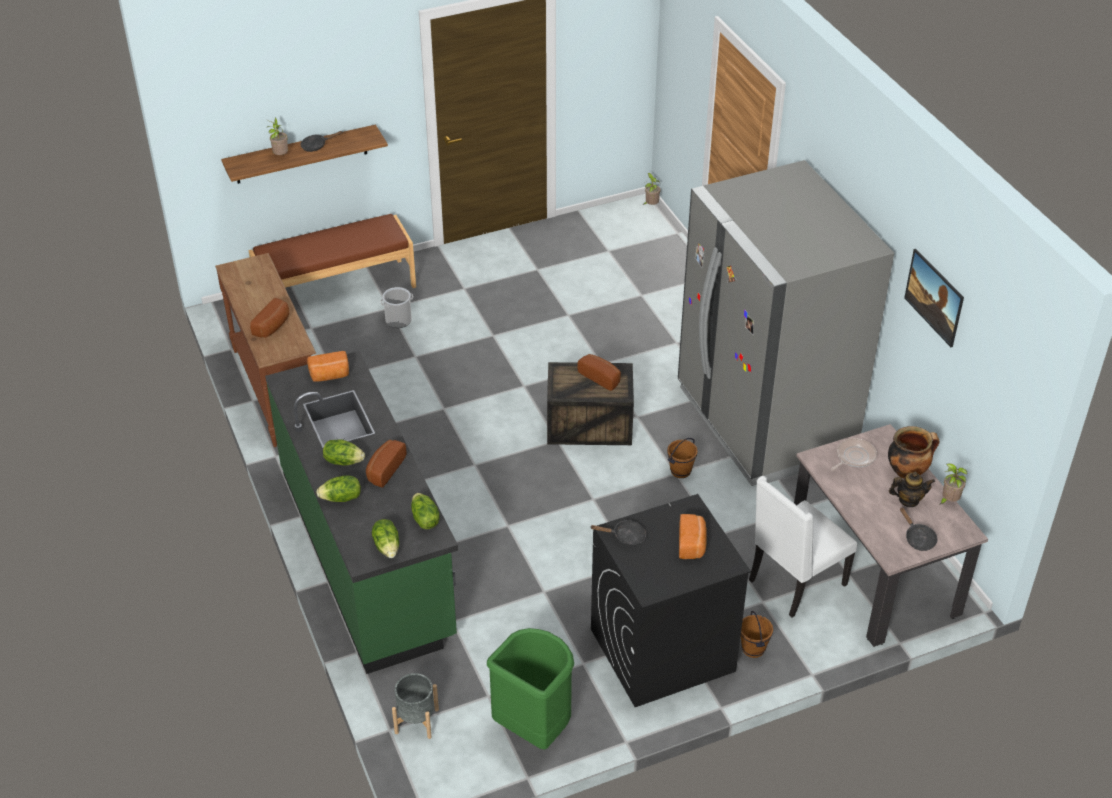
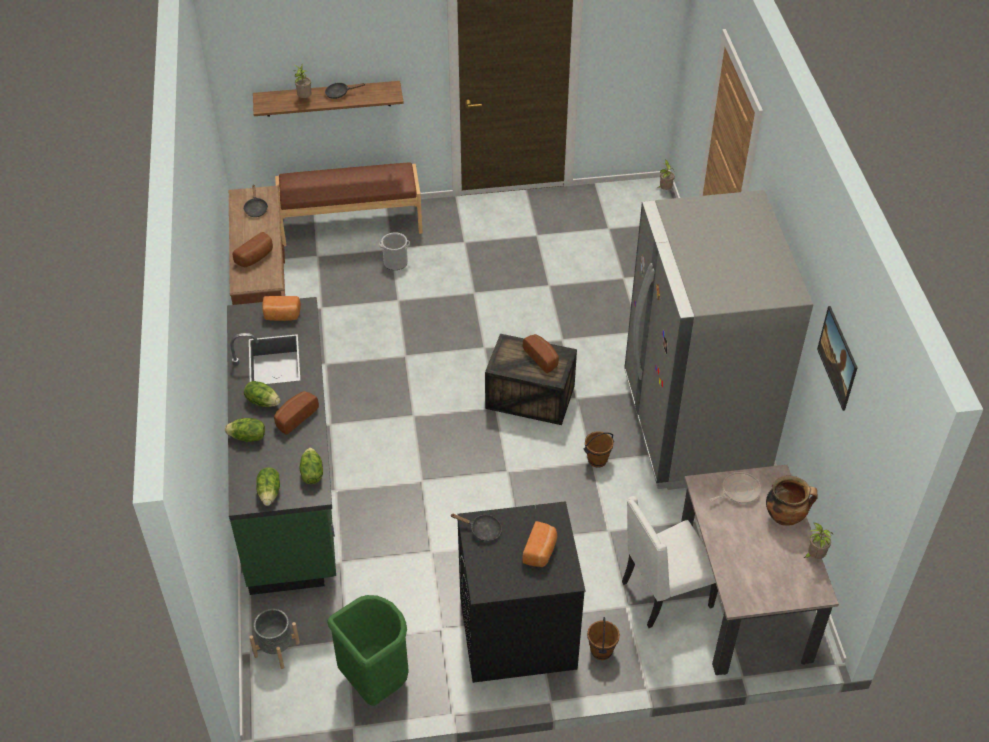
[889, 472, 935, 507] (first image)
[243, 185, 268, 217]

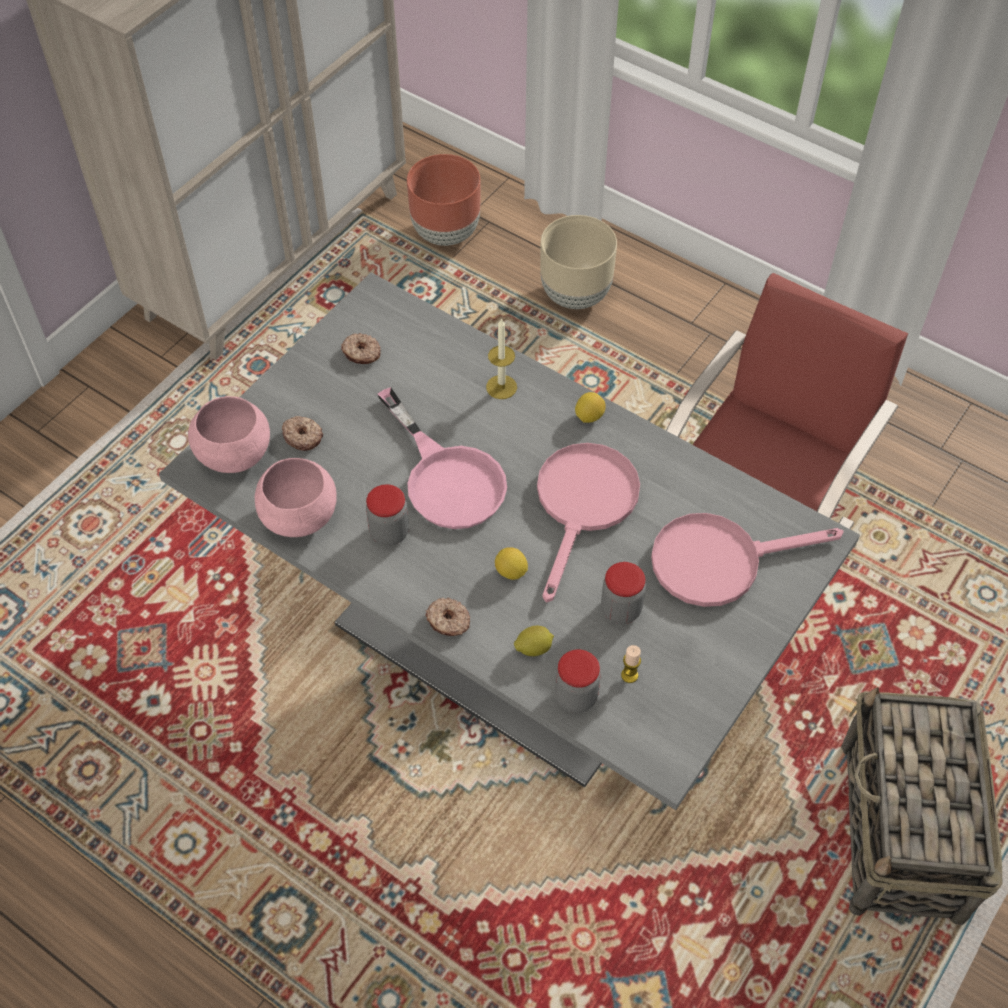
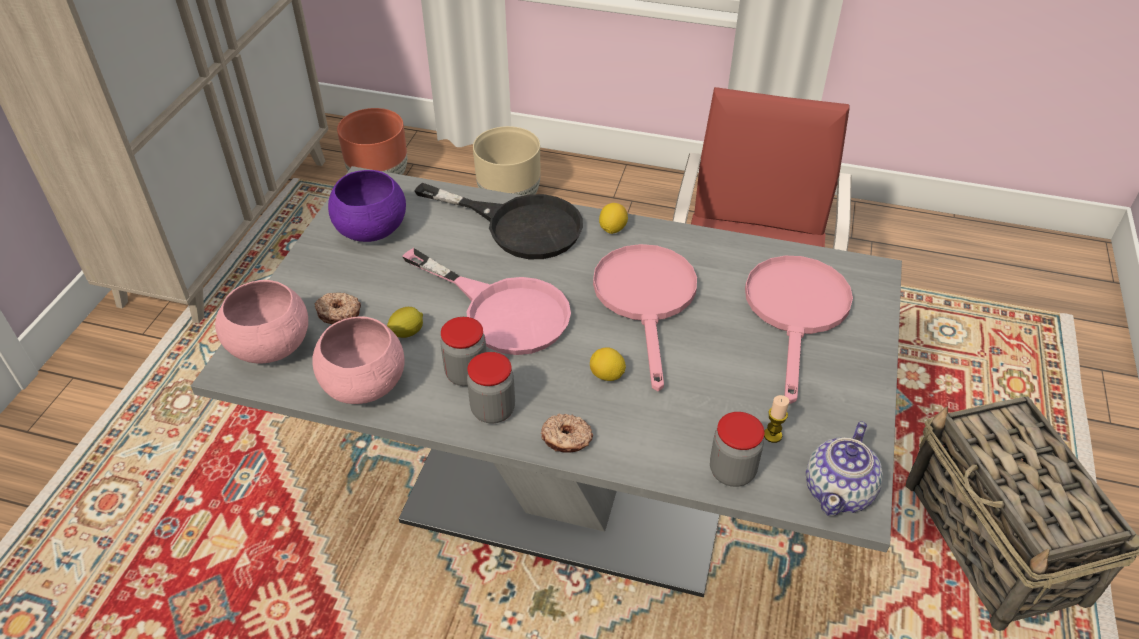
[806, 421, 883, 516]
[387, 307, 423, 338]
[467, 352, 515, 424]
[328, 170, 406, 242]
[414, 183, 583, 259]
[745, 256, 853, 404]

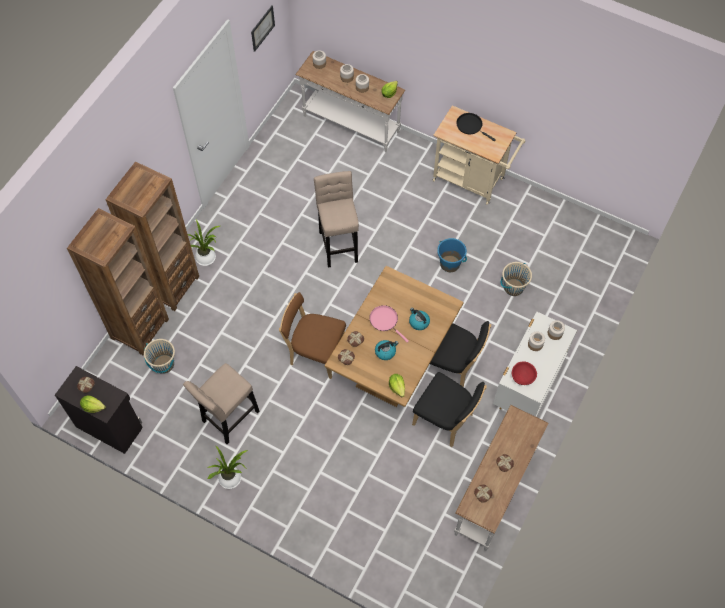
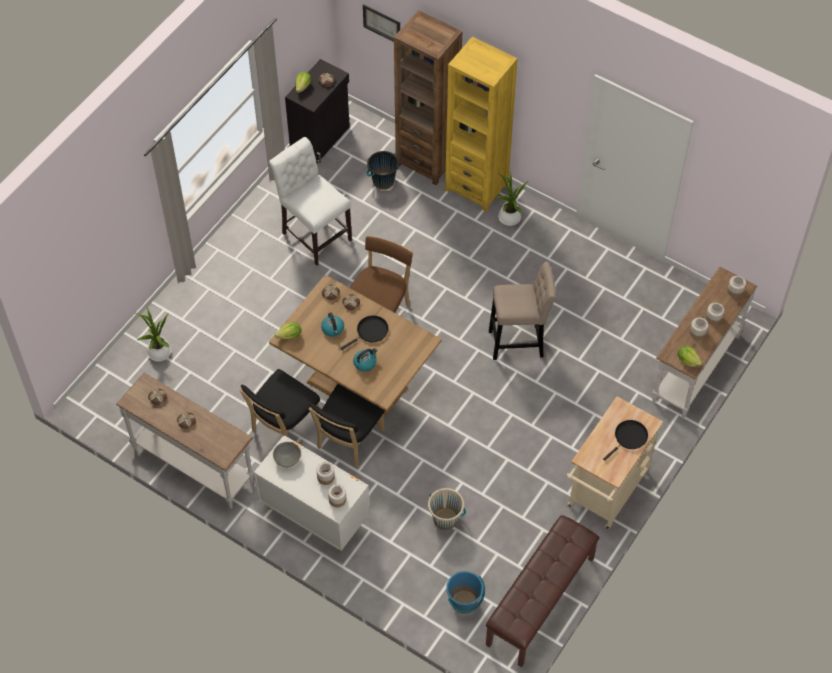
[486, 515, 600, 667]
[134, 307, 171, 361]
[363, 4, 400, 42]
[446, 571, 485, 614]
[269, 137, 352, 266]
[445, 37, 518, 212]
[366, 151, 399, 190]
[341, 315, 389, 350]
[273, 442, 301, 468]

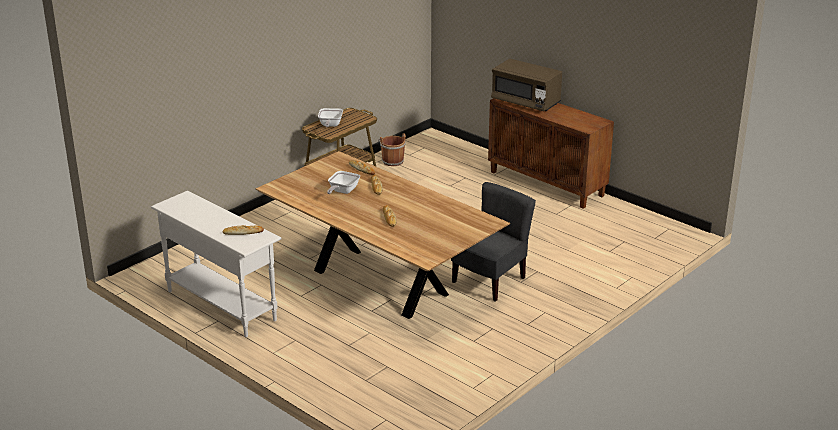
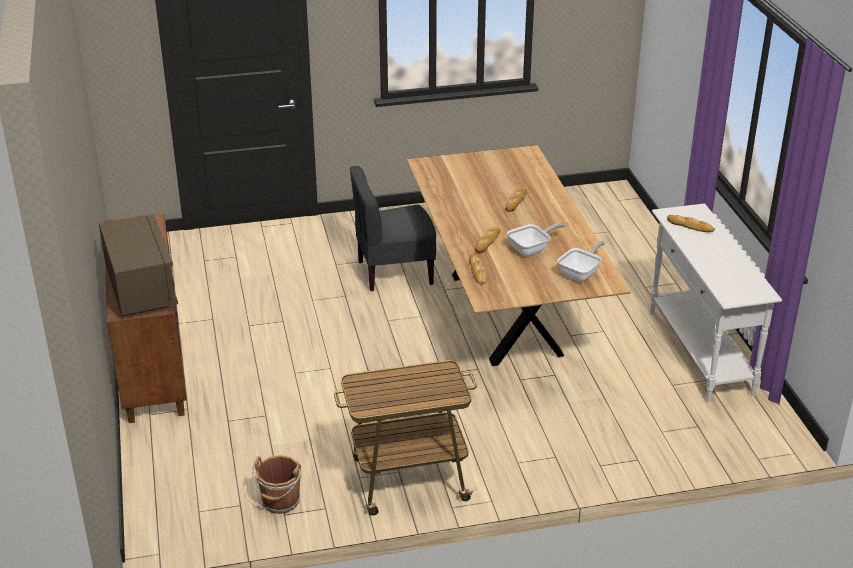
[557, 241, 605, 282]

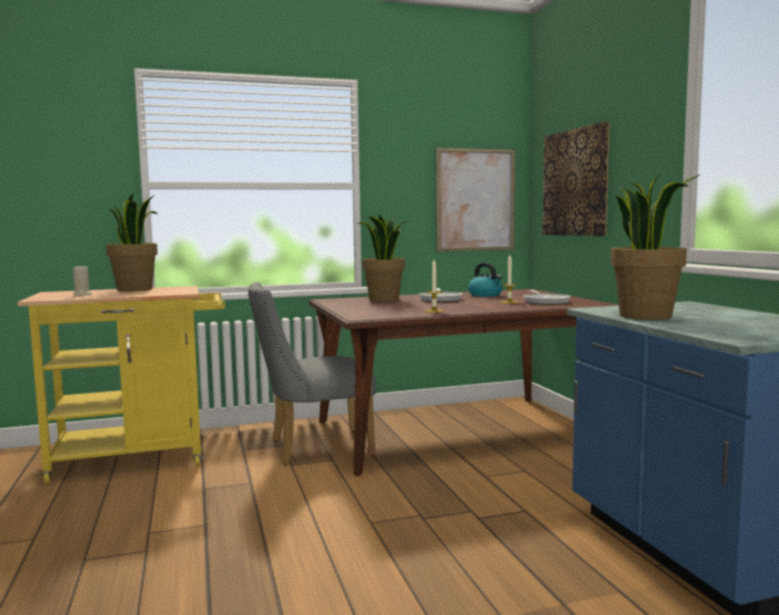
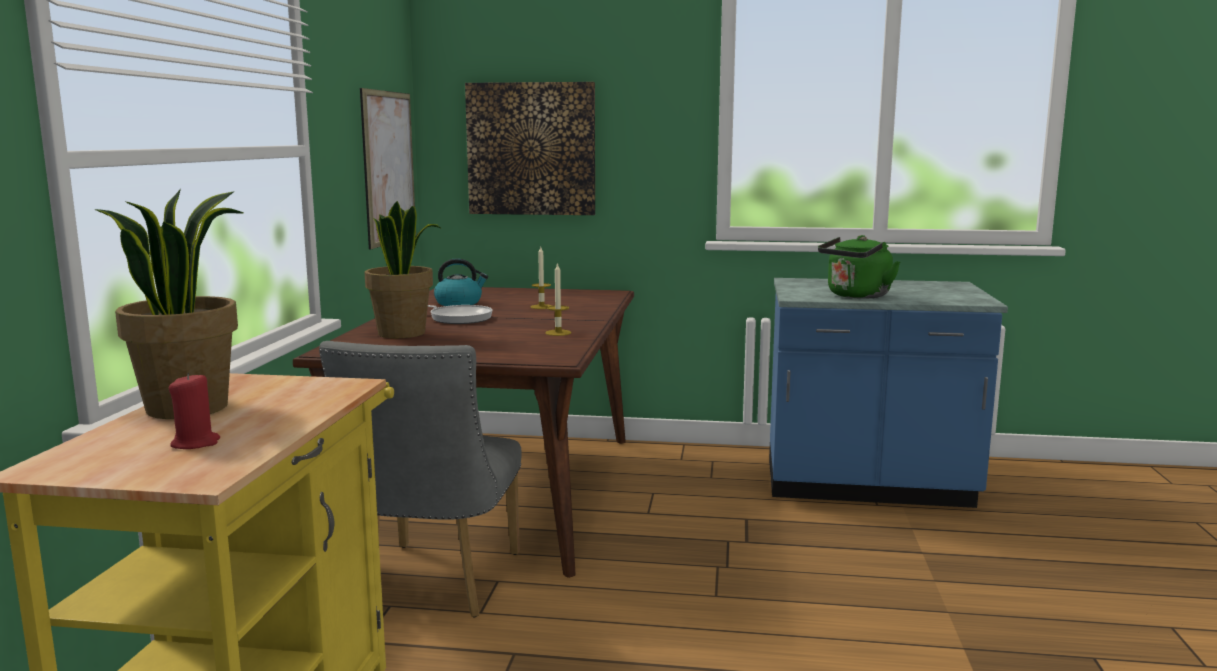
[524, 290, 570, 305] (first image)
[818, 235, 900, 299]
[169, 373, 220, 449]

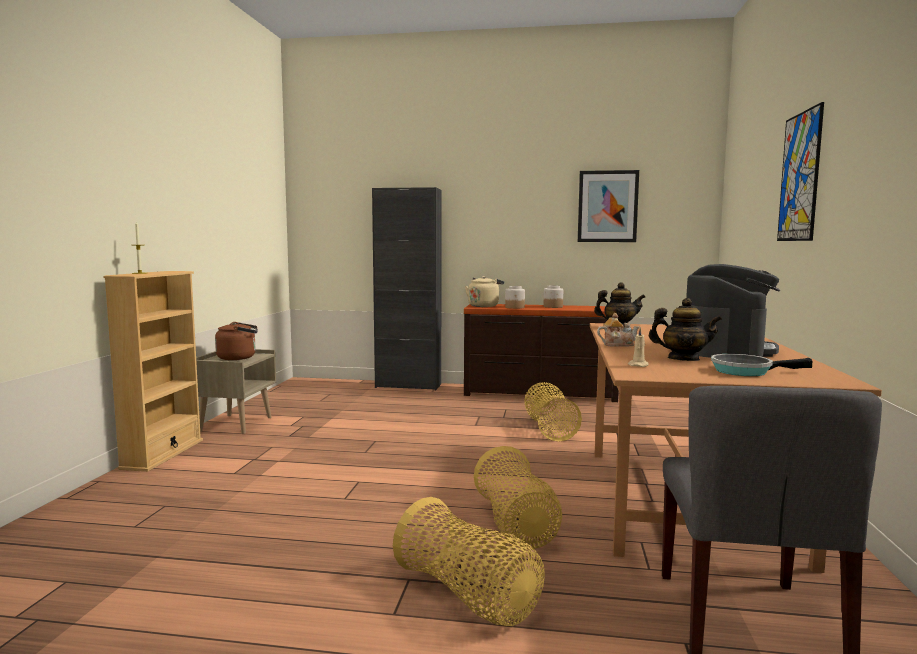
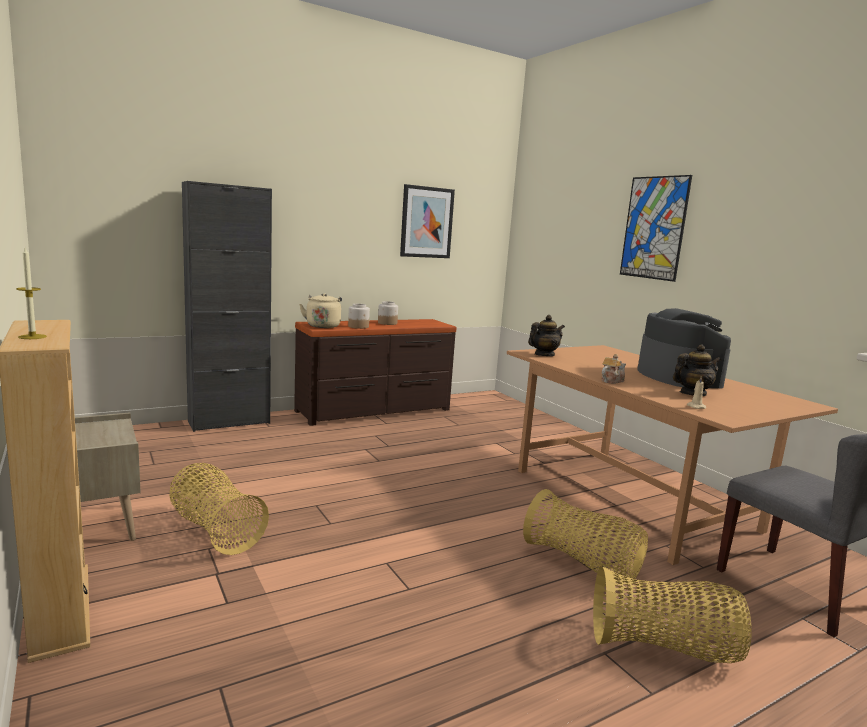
[215, 322, 258, 360] (first image)
[711, 354, 812, 376] (first image)
[169, 463, 269, 555]

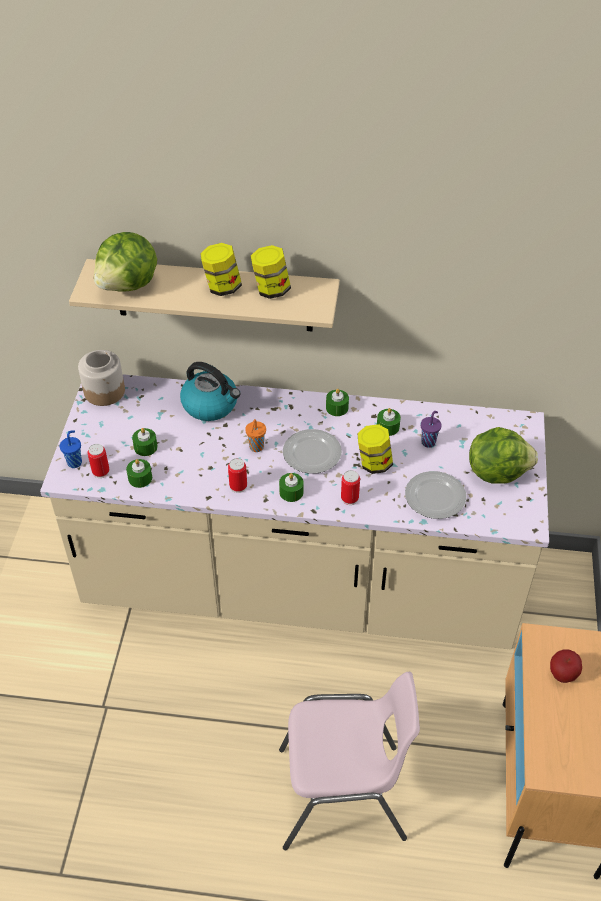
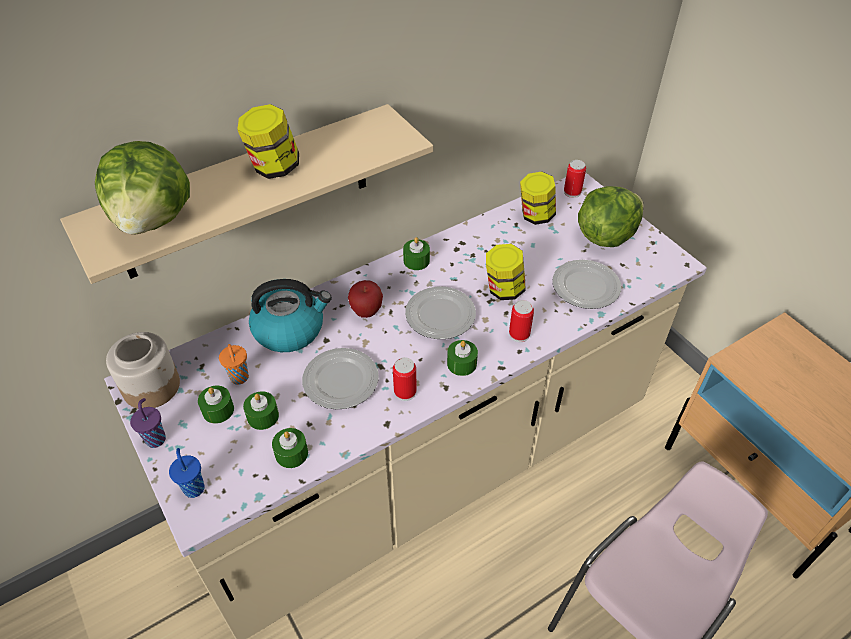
[302, 348, 379, 410]
[564, 160, 586, 198]
[219, 344, 249, 385]
[520, 172, 556, 225]
[198, 386, 234, 424]
[130, 398, 166, 448]
[348, 280, 383, 318]

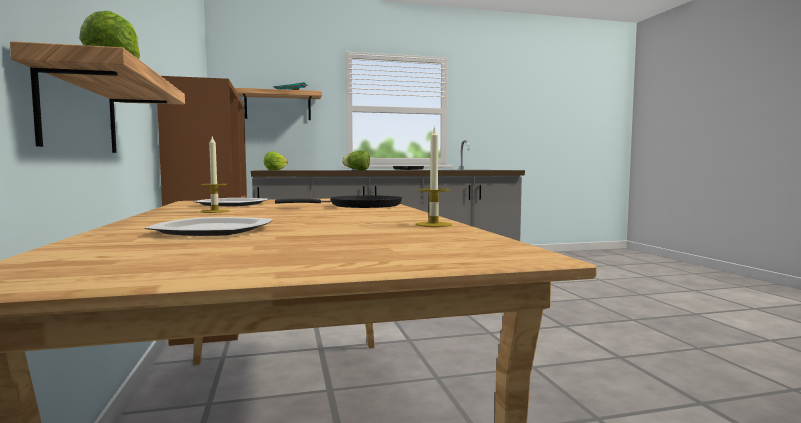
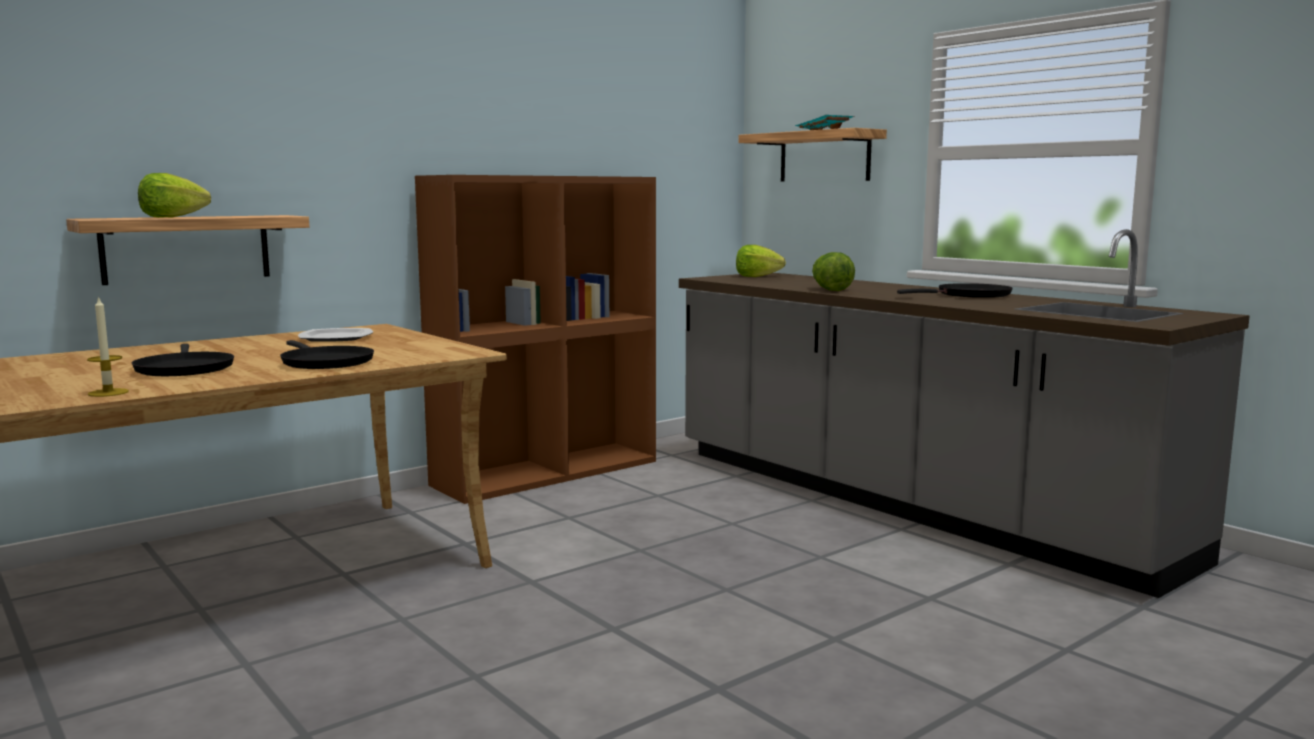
[145, 217, 273, 236] (first image)
[200, 137, 230, 213] (first image)
[132, 344, 234, 376]

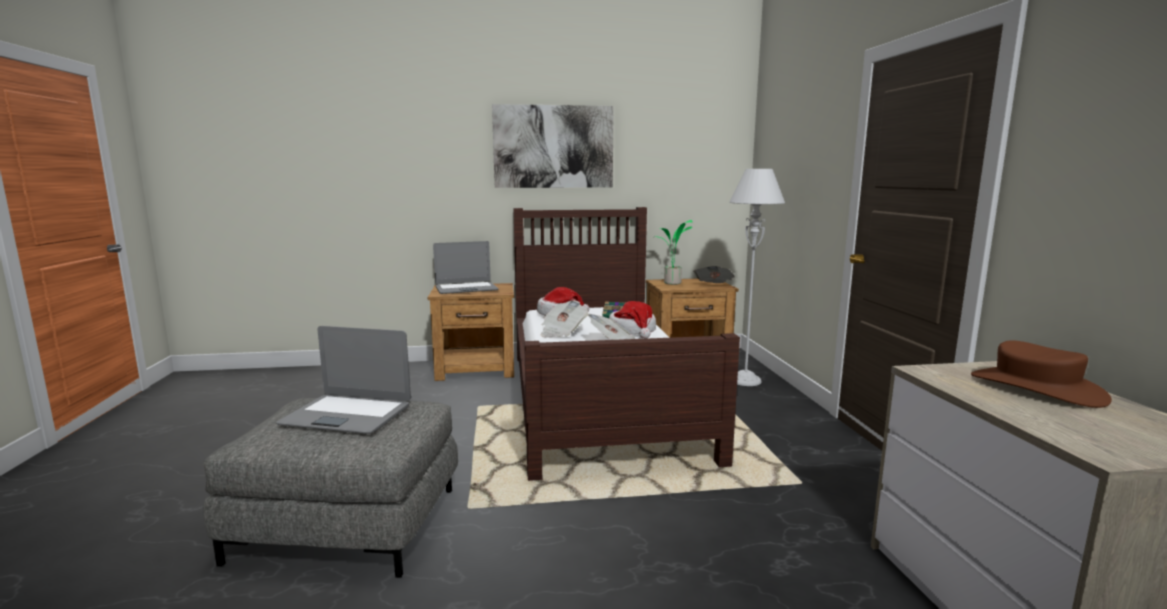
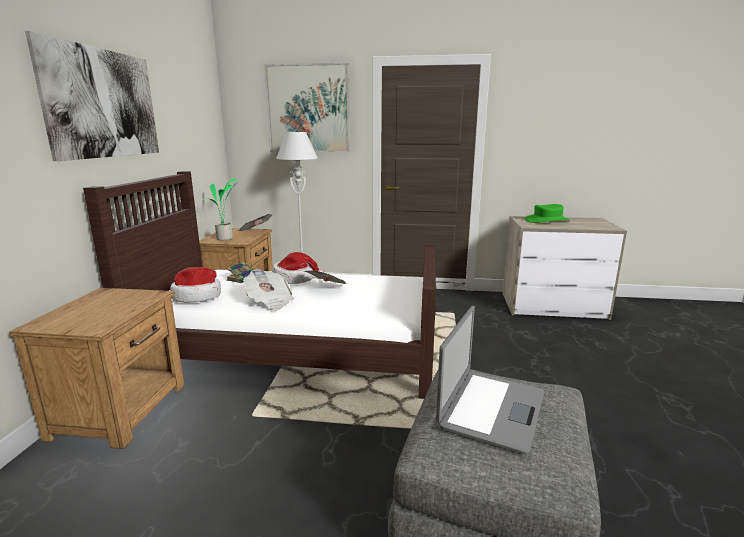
[433, 241, 498, 294] (first image)
[264, 63, 350, 152]
[525, 204, 570, 223]

